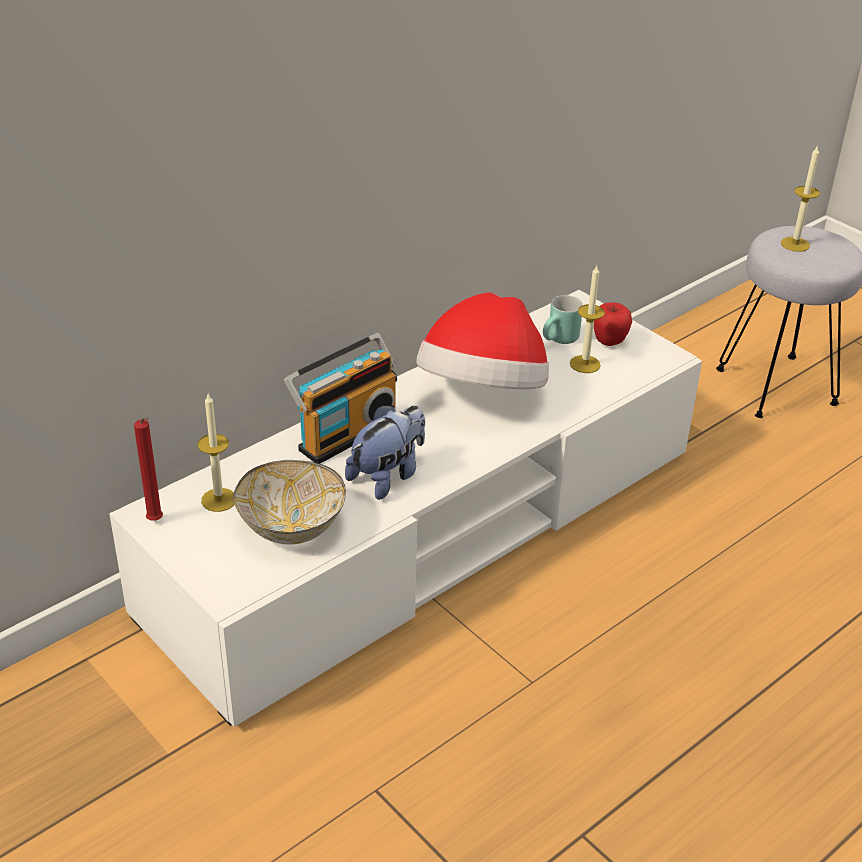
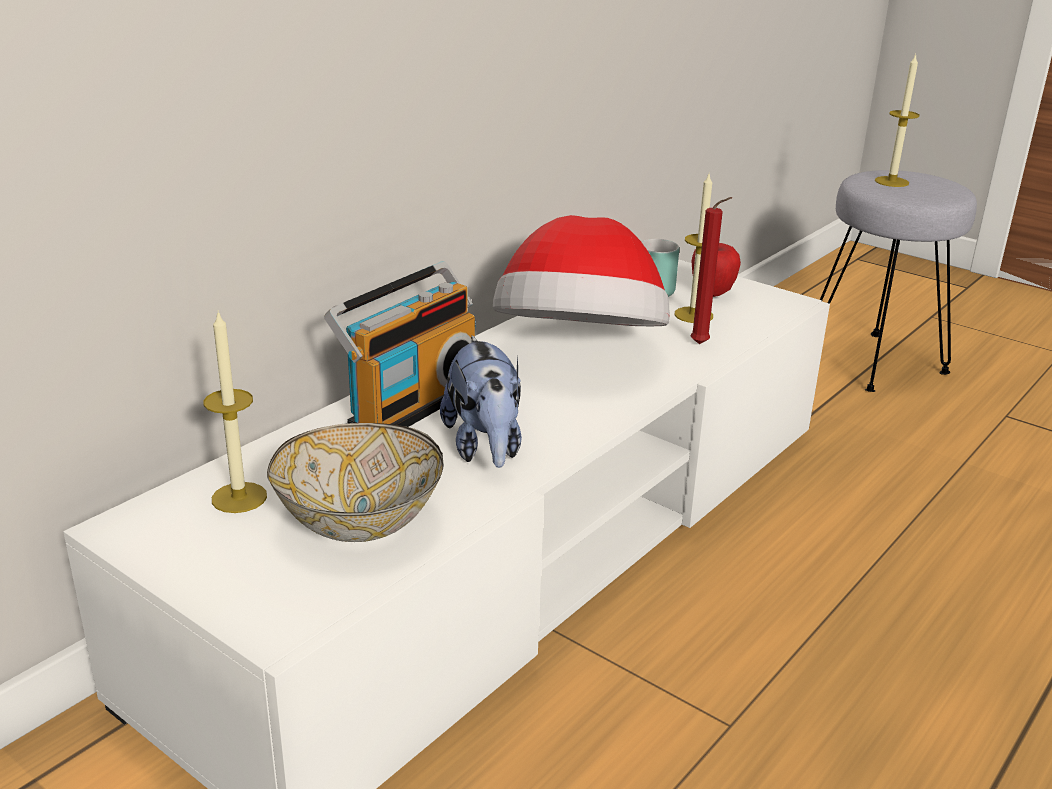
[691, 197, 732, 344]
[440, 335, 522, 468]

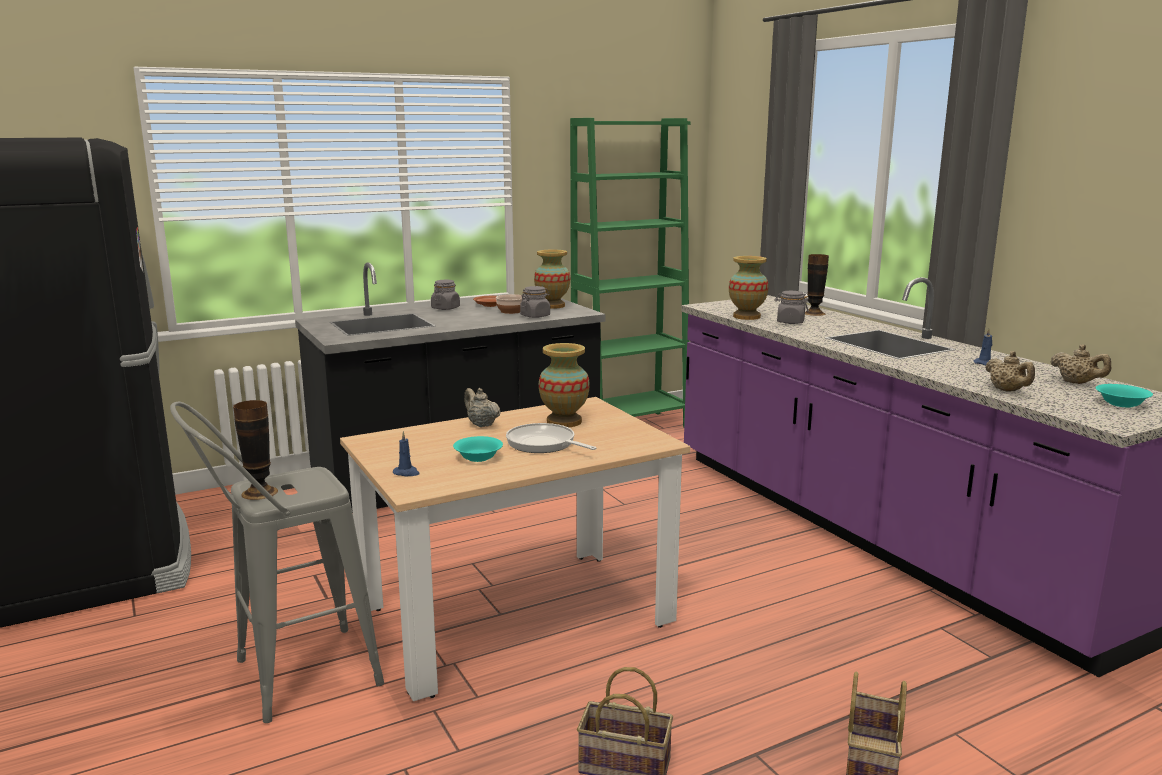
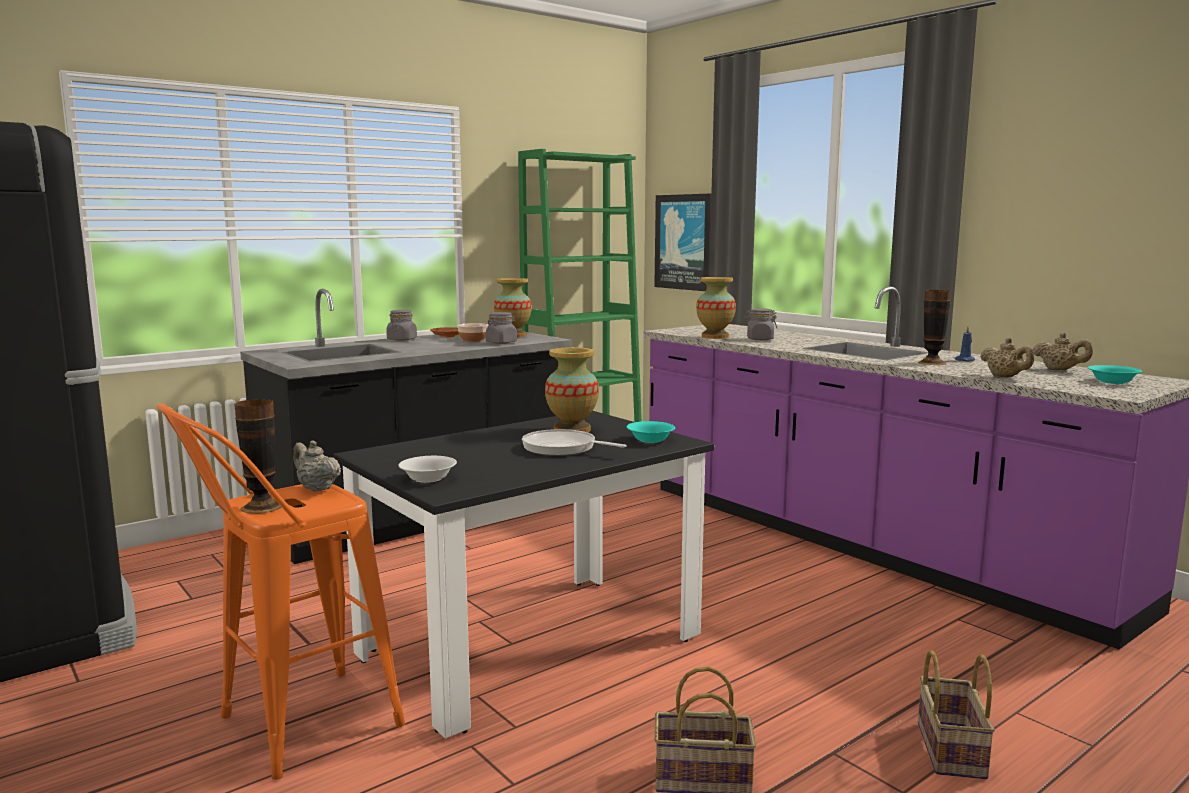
[654, 193, 711, 291]
[627, 421, 675, 443]
[293, 440, 341, 492]
[918, 290, 951, 365]
[398, 456, 457, 483]
[157, 404, 405, 780]
[334, 411, 714, 739]

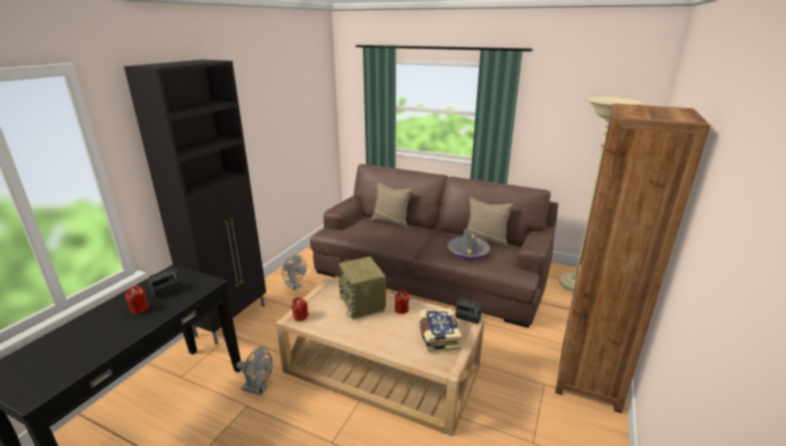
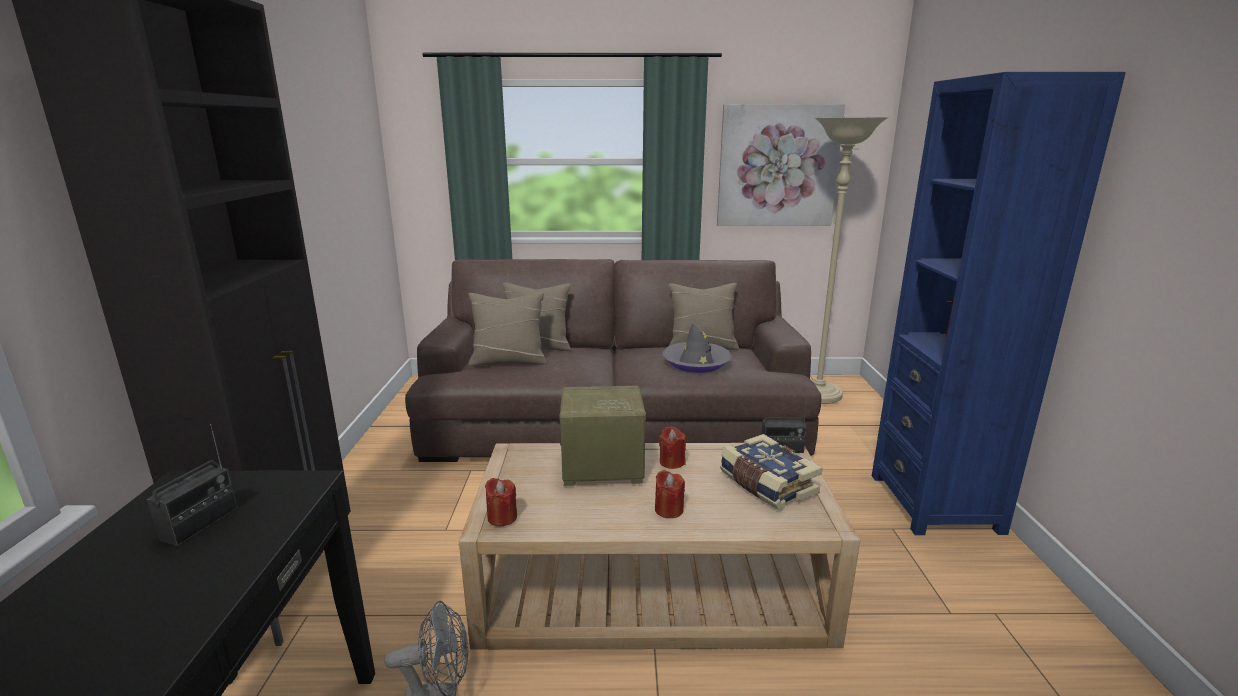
[282, 255, 307, 290] (first image)
[469, 292, 547, 366]
[717, 104, 845, 226]
[655, 470, 685, 518]
[872, 72, 1125, 535]
[559, 386, 646, 486]

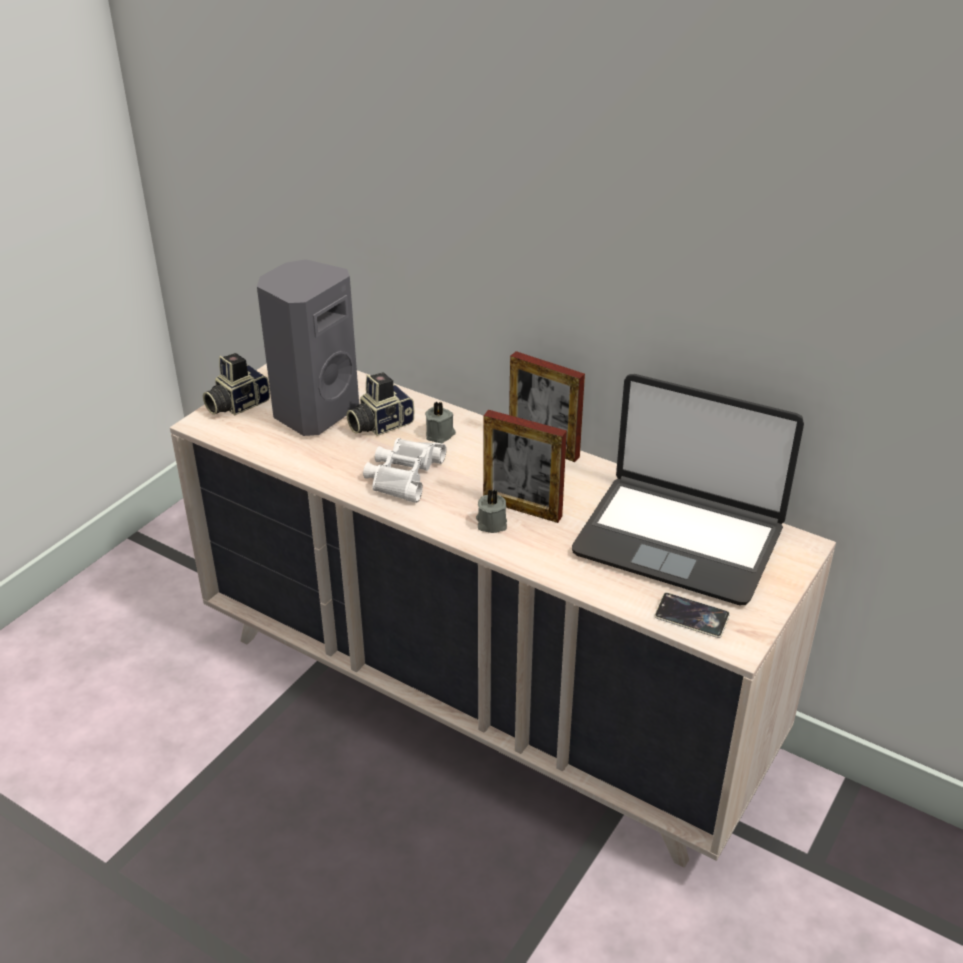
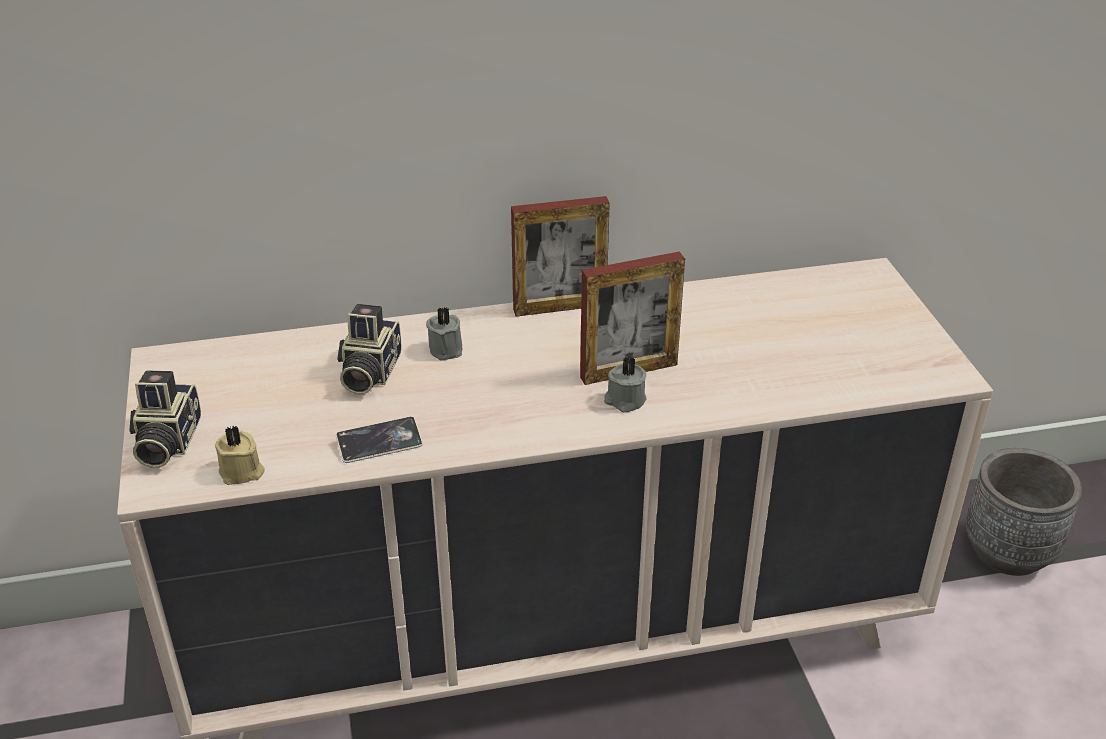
[257, 259, 359, 436] (first image)
[363, 438, 446, 503] (first image)
[572, 374, 804, 605] (first image)
[215, 425, 264, 485]
[966, 448, 1082, 576]
[336, 416, 423, 463]

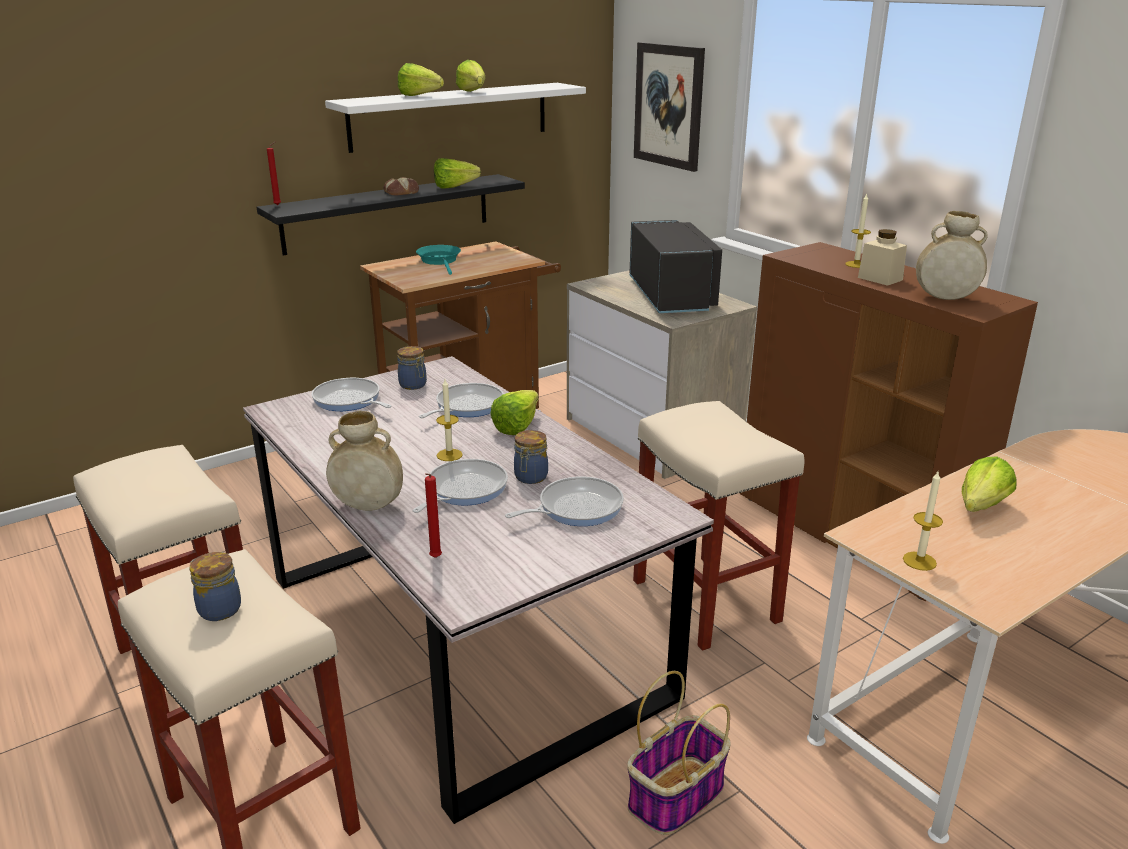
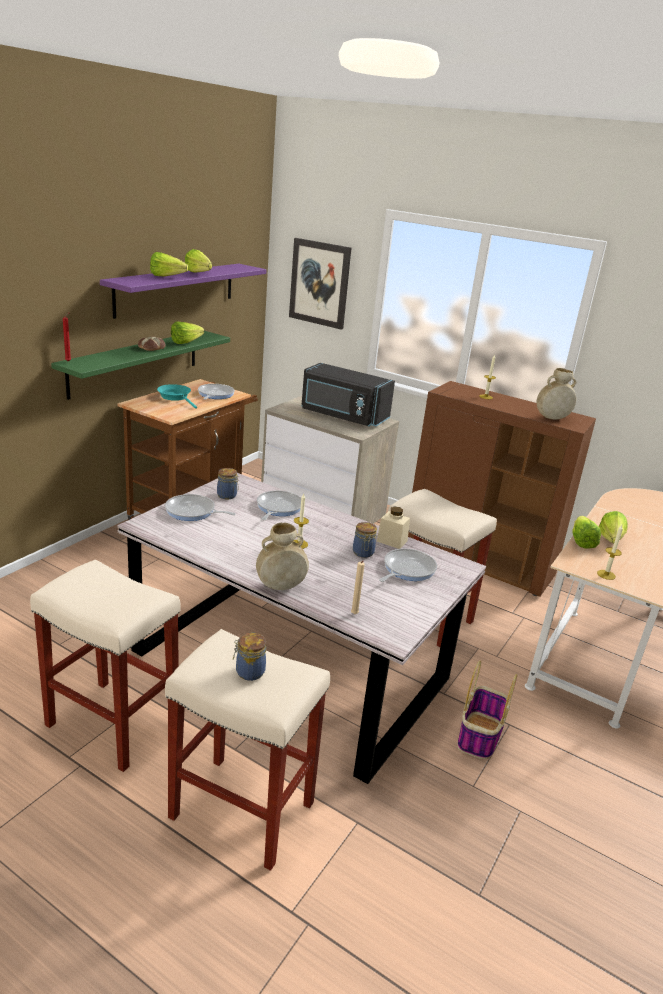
[198, 384, 235, 400]
[572, 516, 601, 549]
[377, 507, 410, 549]
[51, 331, 230, 400]
[100, 264, 266, 319]
[351, 561, 365, 614]
[301, 363, 395, 427]

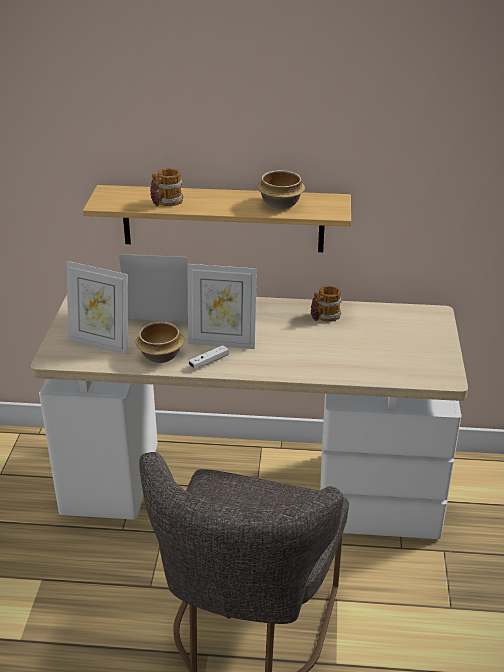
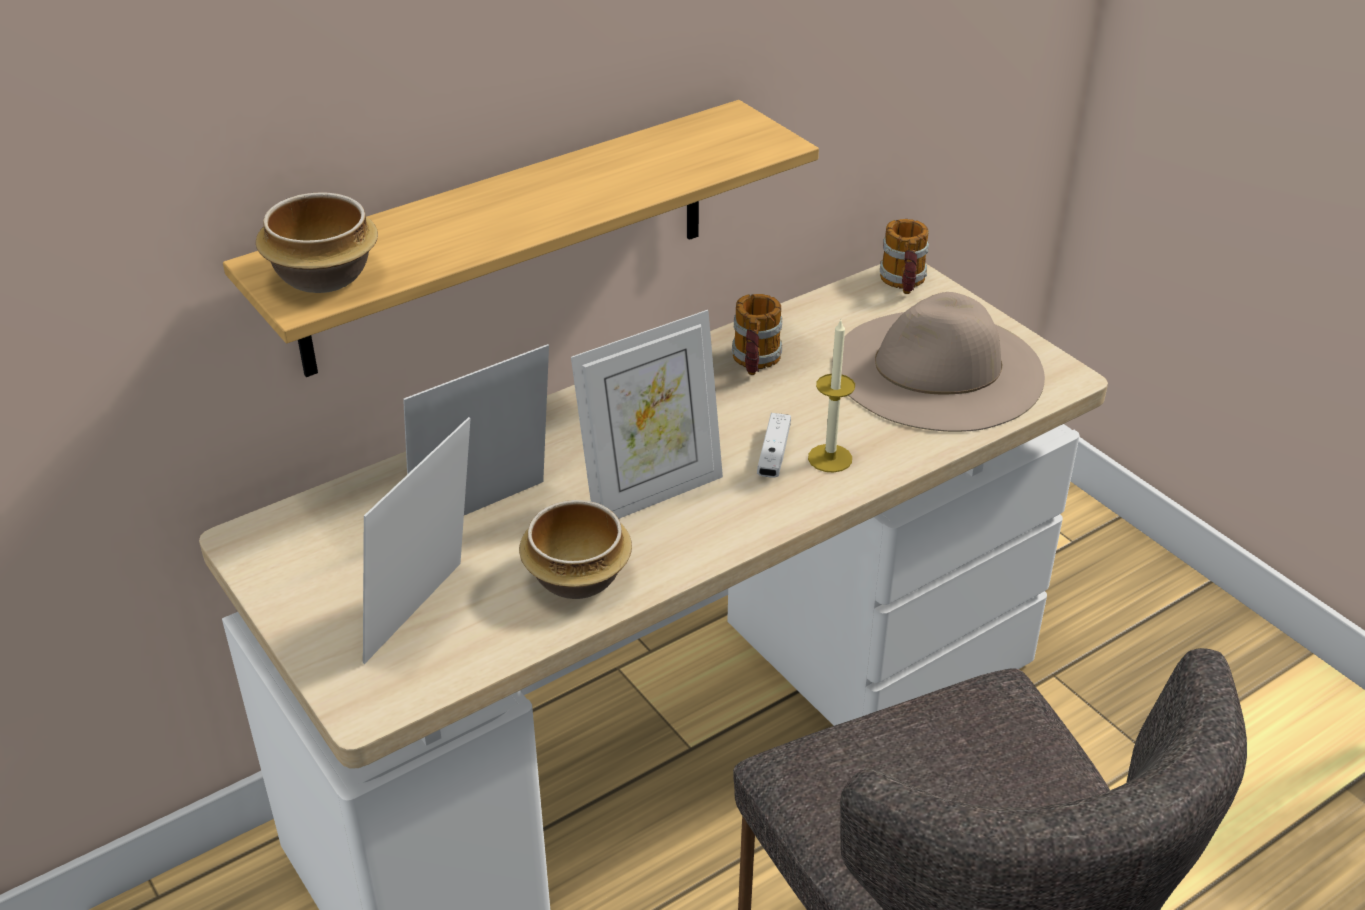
[808, 319, 855, 473]
[832, 292, 1045, 432]
[880, 219, 929, 294]
[757, 413, 791, 478]
[256, 192, 378, 293]
[363, 417, 471, 664]

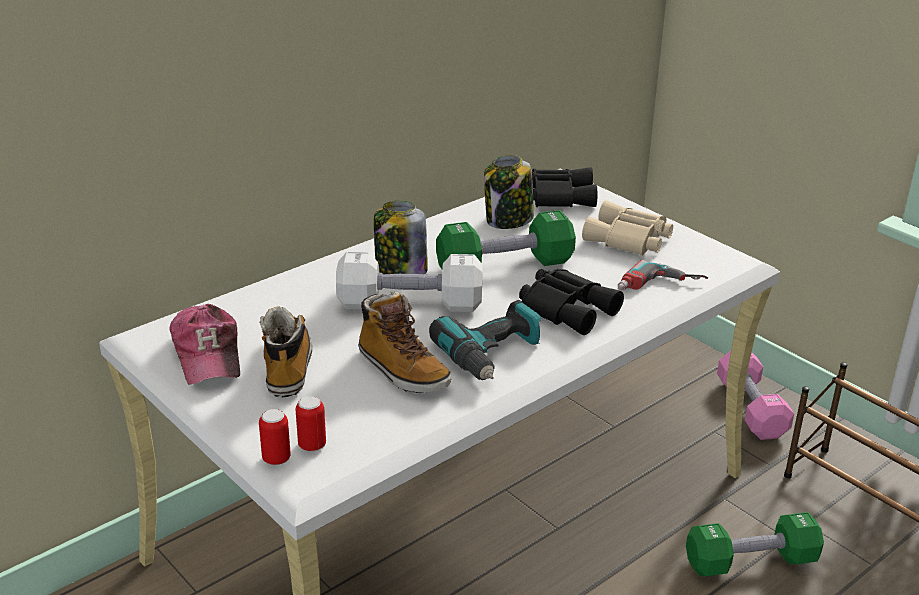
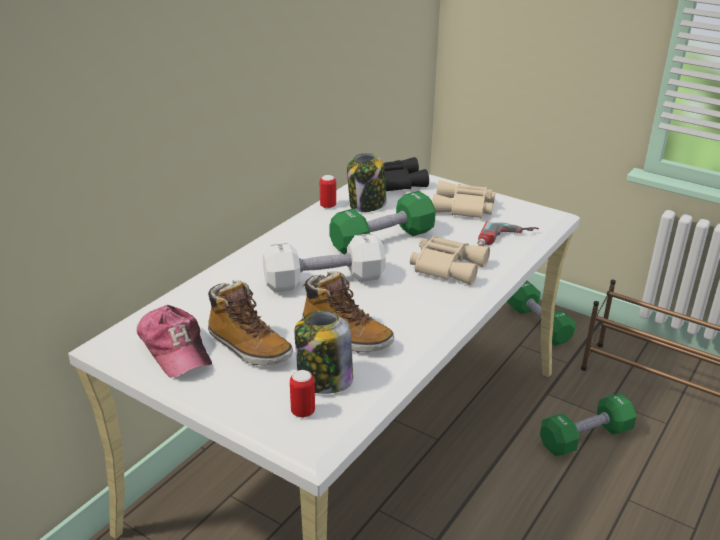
[429, 300, 542, 380] (first image)
[320, 175, 336, 209]
[295, 311, 353, 394]
[410, 236, 490, 285]
[507, 281, 576, 346]
[208, 281, 293, 366]

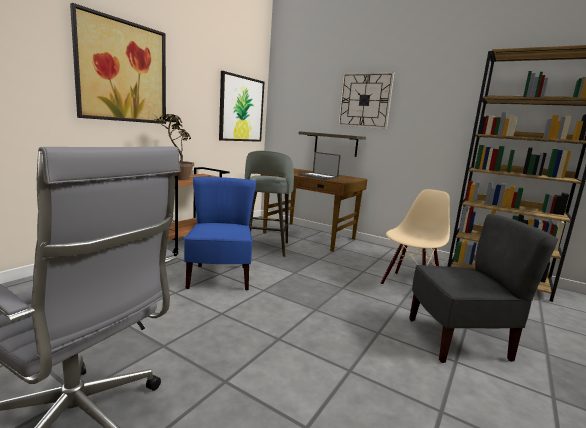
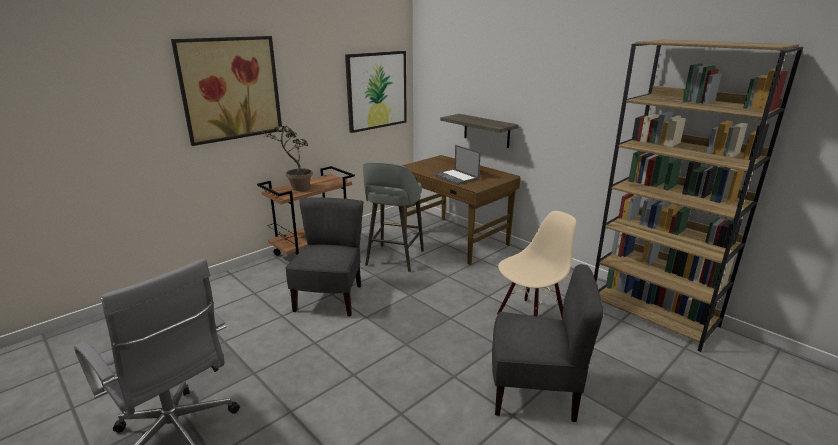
[337, 72, 395, 129] (first image)
[286, 197, 363, 317]

